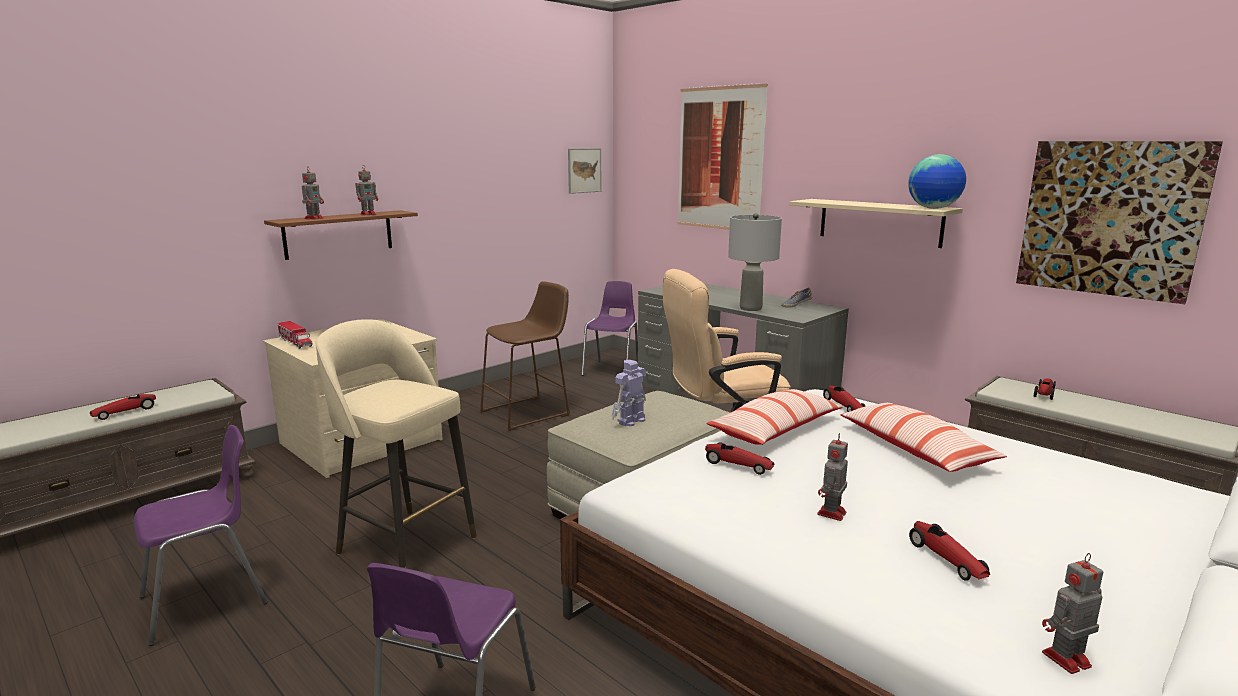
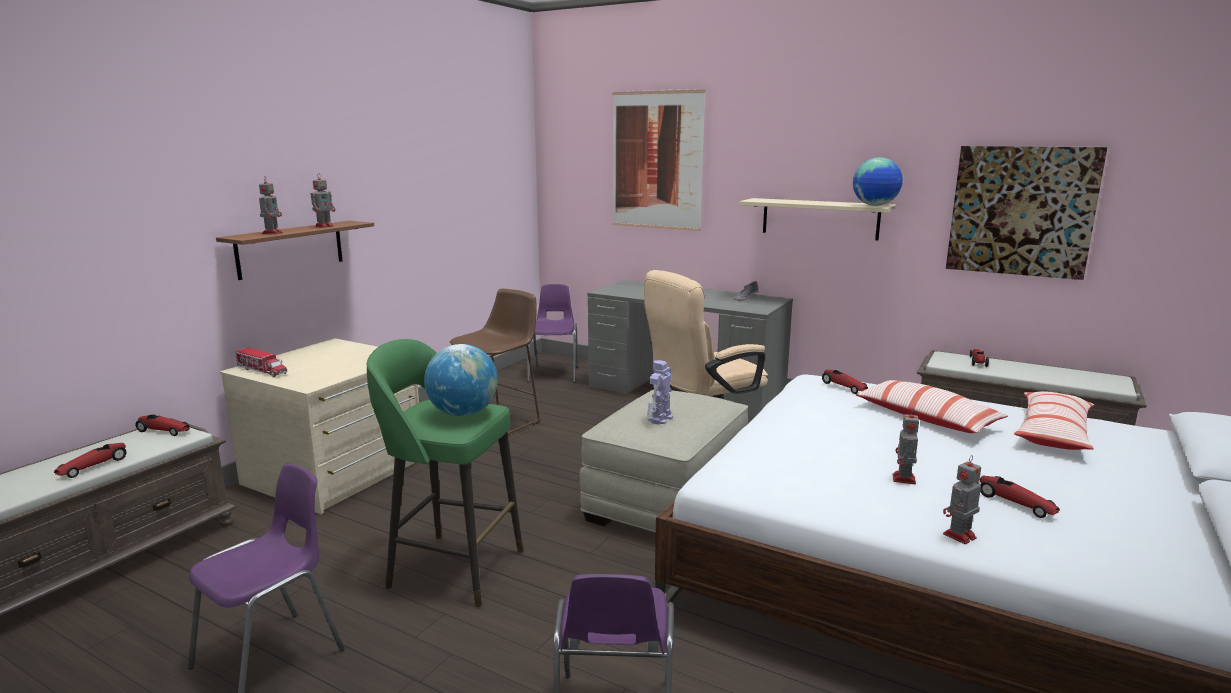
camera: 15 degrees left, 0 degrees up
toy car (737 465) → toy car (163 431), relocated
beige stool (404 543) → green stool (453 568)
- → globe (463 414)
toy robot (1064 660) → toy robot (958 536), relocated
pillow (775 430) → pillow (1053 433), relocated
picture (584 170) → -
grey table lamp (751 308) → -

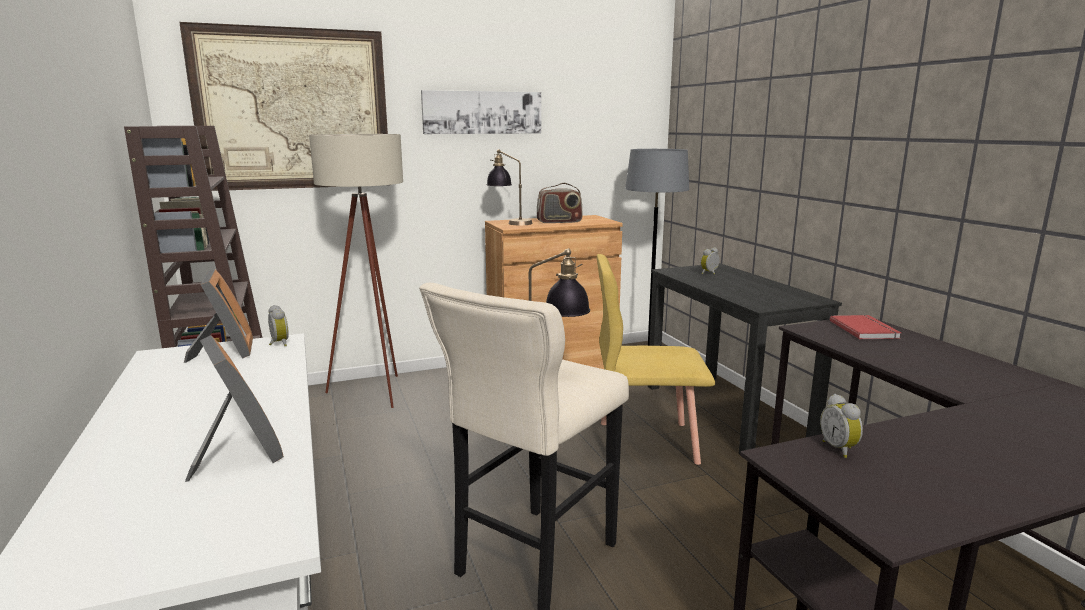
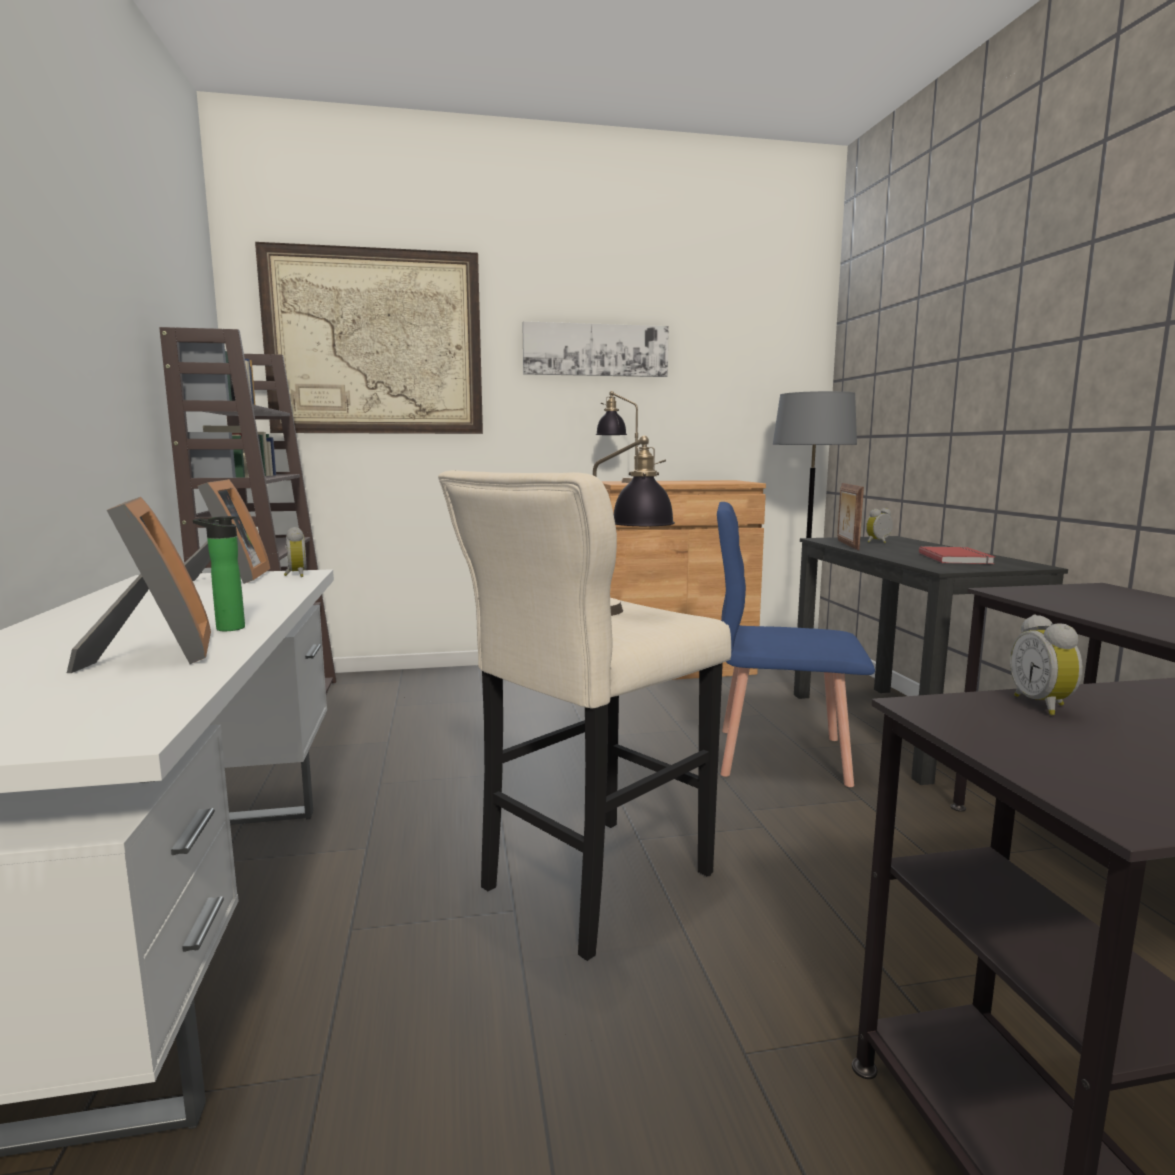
camera: 10 degrees right, 5 degrees down
- → bottle (226 628)
yellow chair (646 442) → blue chair (780 755)
- → picture frame (846 545)
red book (865 329) → red book (957 558), relocated
beige floor lamp (375 395) → -
radio (559 222) → -

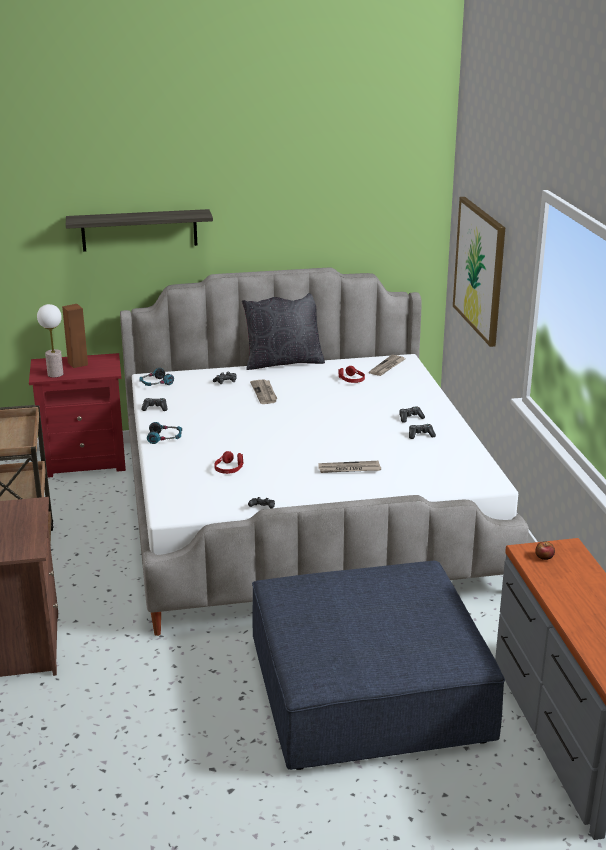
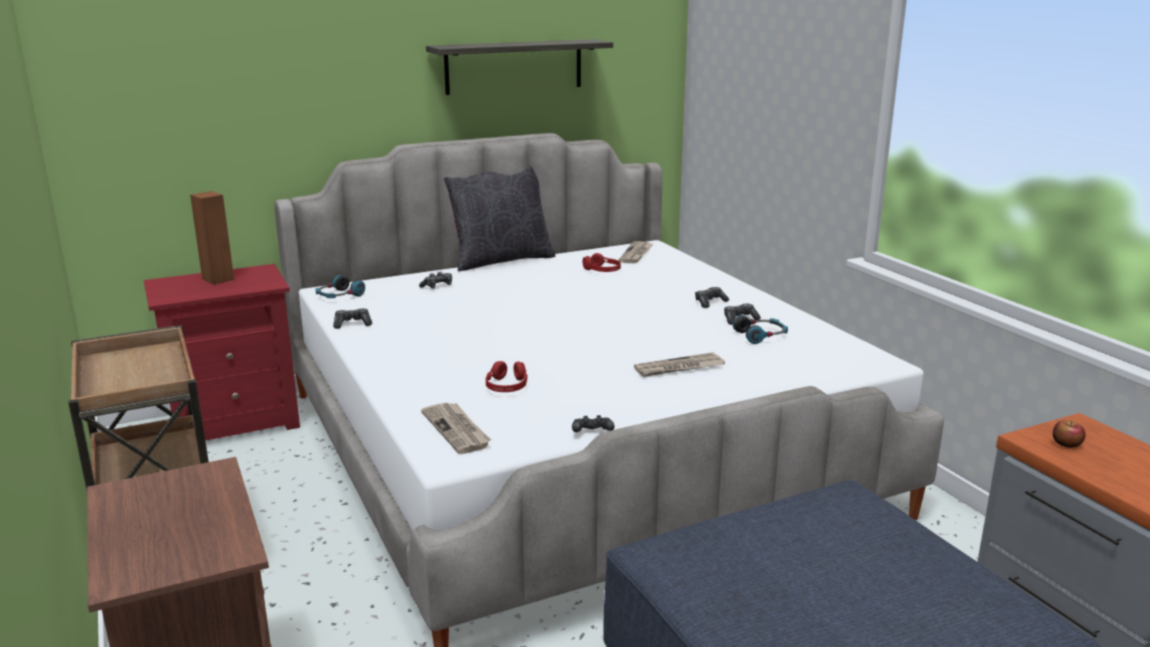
camera: 15 degrees left, 5 degrees down
newspaper (264 393) → newspaper (457 430), relocated
shelf (139 230) → shelf (514 66), relocated
headphones (165 438) → headphones (761 336), relocated
table lamp (55 374) → -
picture (479 269) → -

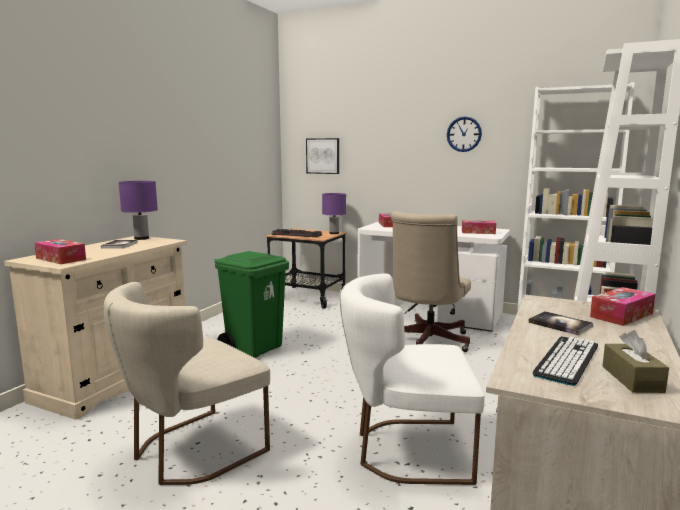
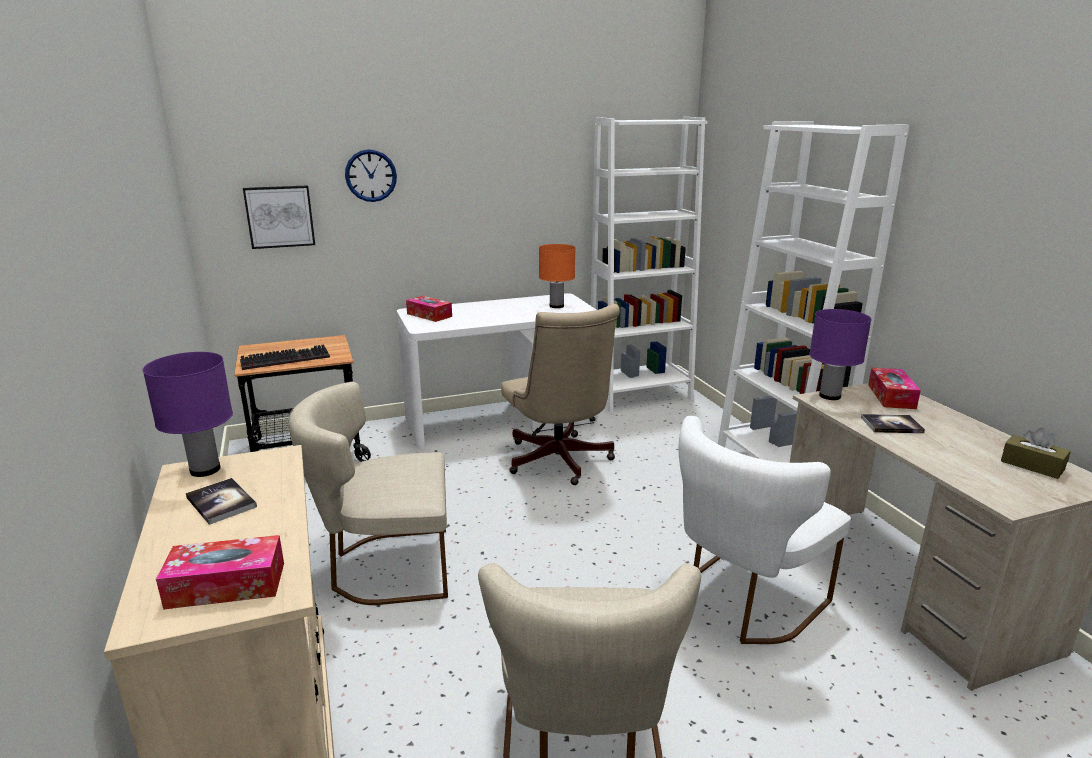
camera: 45 degrees left, 10 degrees up
green trash can (254 348) → beige chair (385 567)
wall clock (464 134) → wall clock (371 175), relocated
tissue box (478 232) → orange table lamp (556 306)
purple table lamp (334 233) → purple table lamp (829 396), relocated
keyboard (567 360) → -

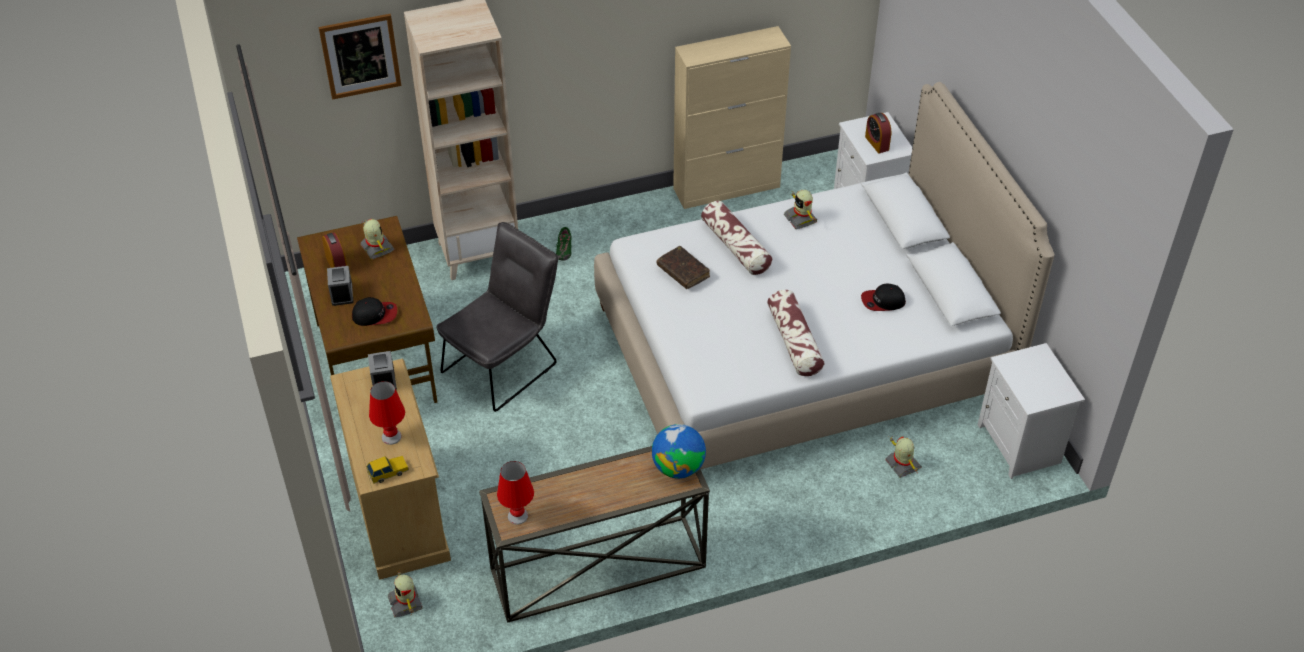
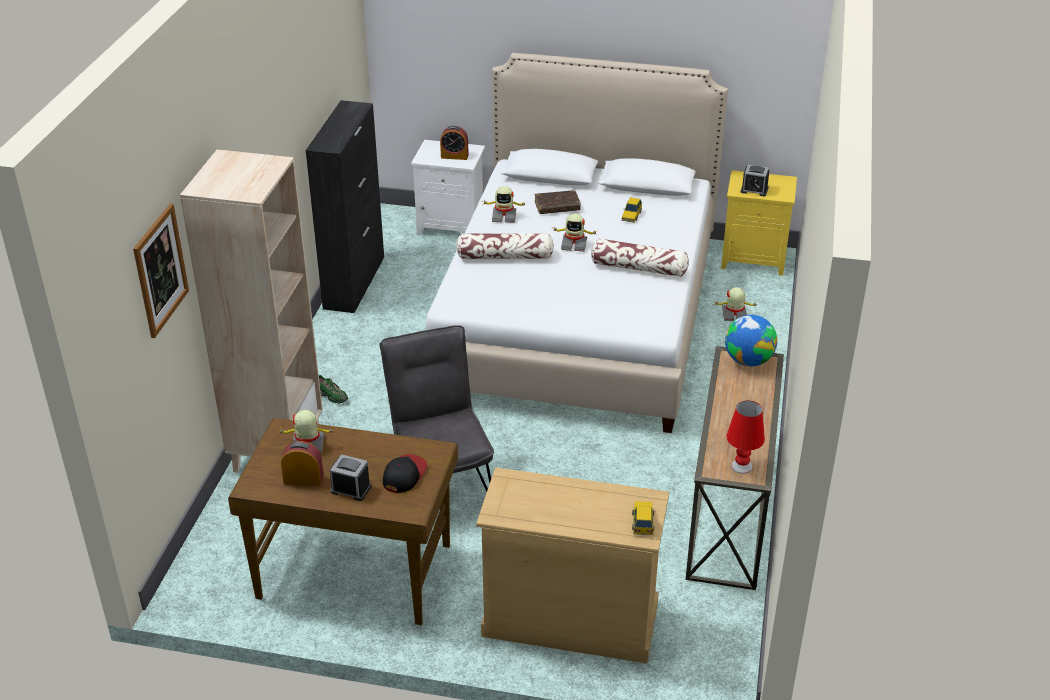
camera: 60 degrees left, 10 degrees down
beige cabinet (727 188) → black cabinet (354 282)
brown book (683 272) → brown book (557 207), relocated
toy robot (406 602) → toy robot (574 245), relocated
cap (882 301) → toy car (631 215)
white nightstand (1021 445) → yellow nightstand (754 259)
alarm clock (384 380) → alarm clock (754 190), relocated
red table lamp (391 437) → -

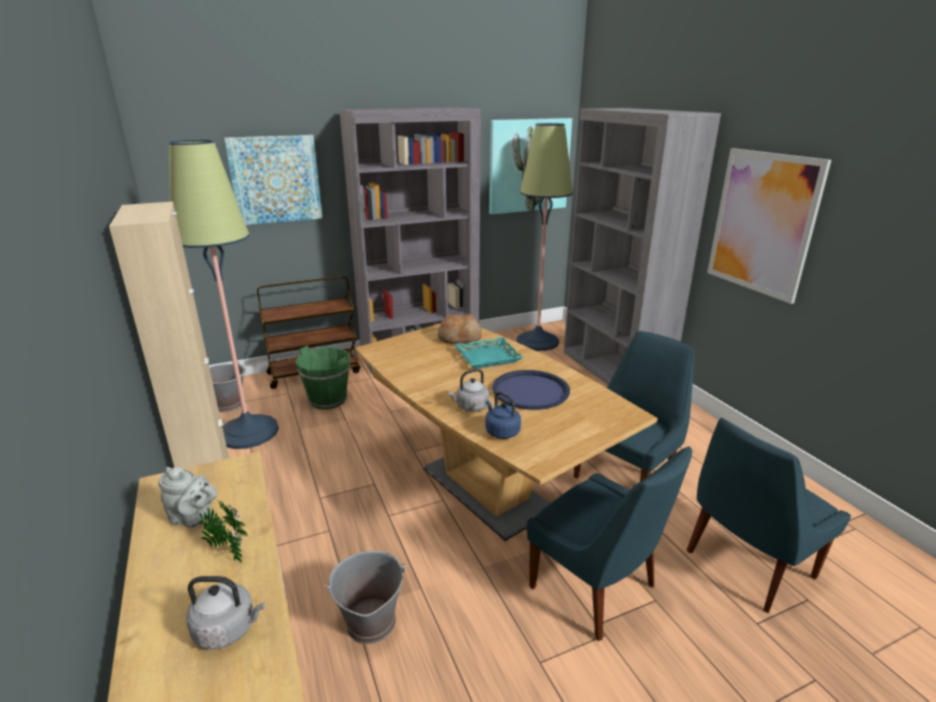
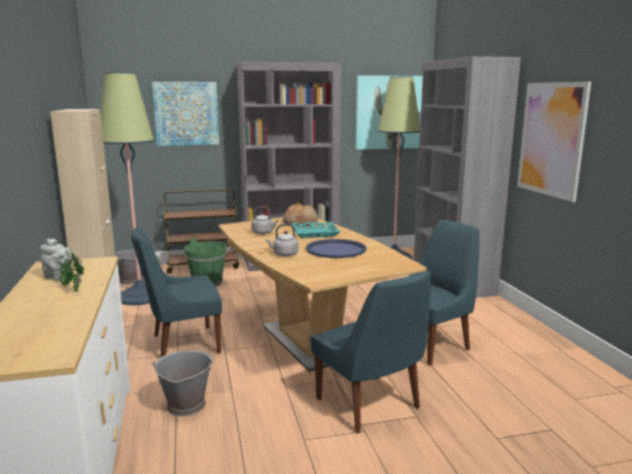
camera: 10 degrees right, 10 degrees down
blue chair (746 566) → blue chair (182 344), relocated
grey kettle (228 629) → grey kettle (264 233), relocated
blue kettle (501 431) → -

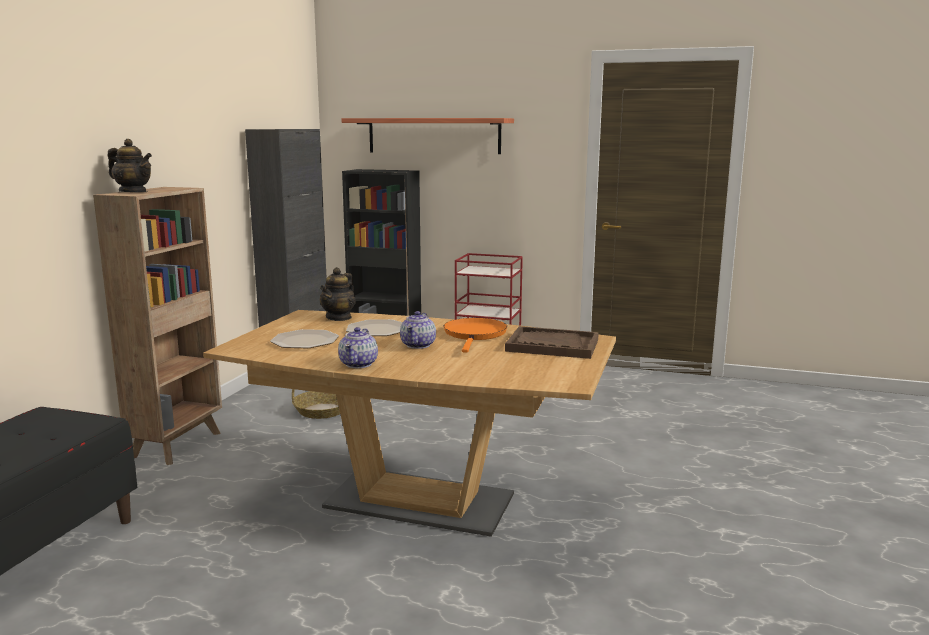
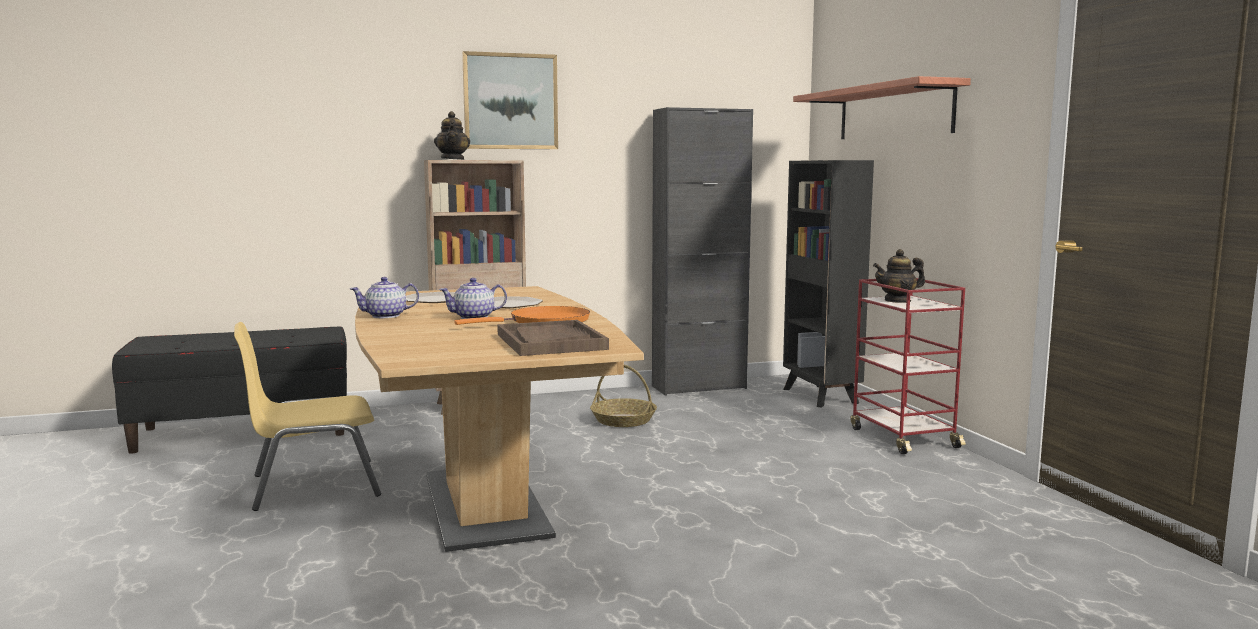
camera: 55 degrees right, 5 degrees down
- → yellow chair (313 485)
- → picture (510 101)
teapot (339 318) → teapot (898 300), relocated

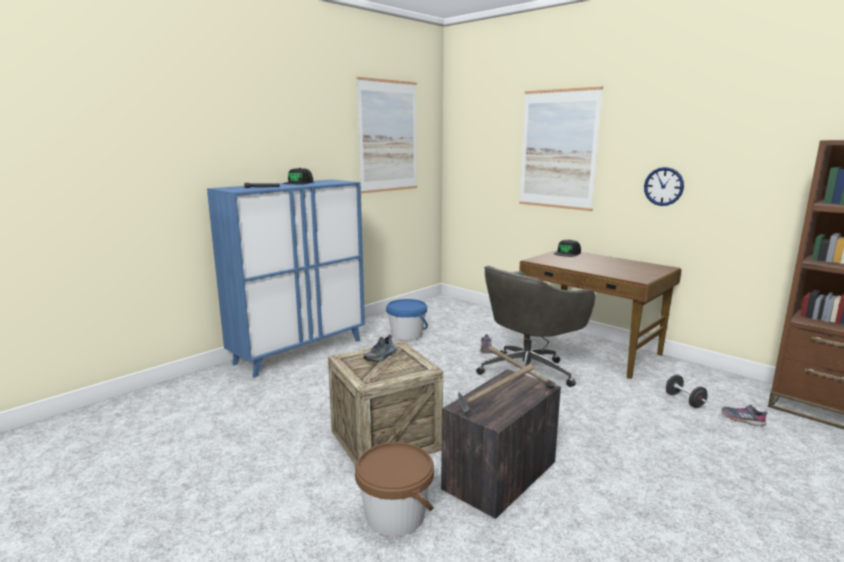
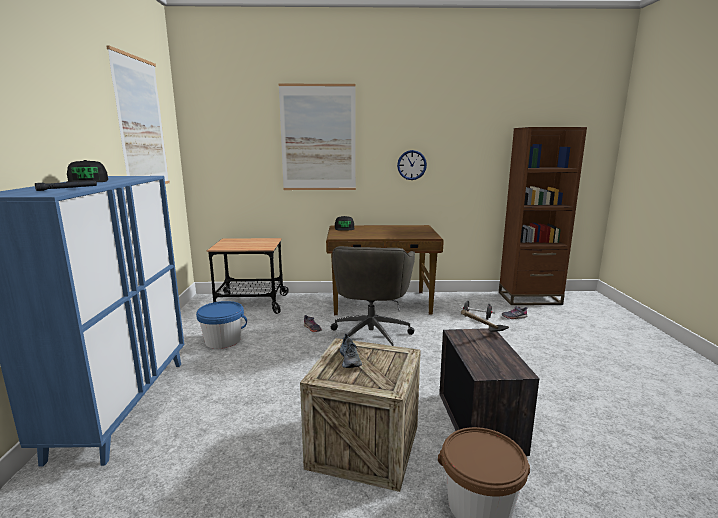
camera: 45 degrees left, 0 degrees up
- → cart (250 303)
hammer (491 409) → -

